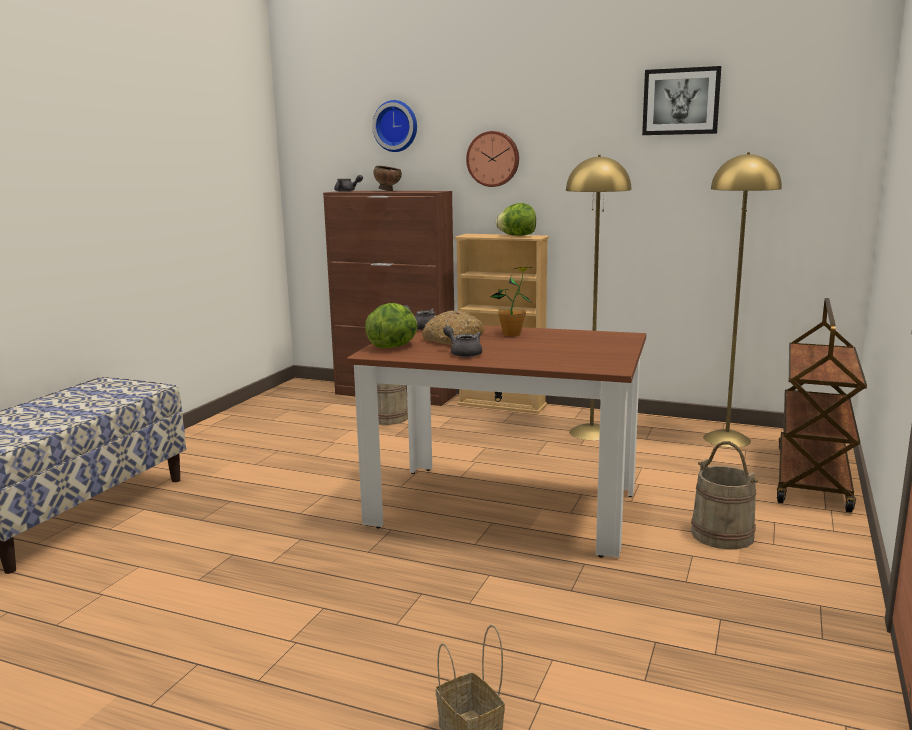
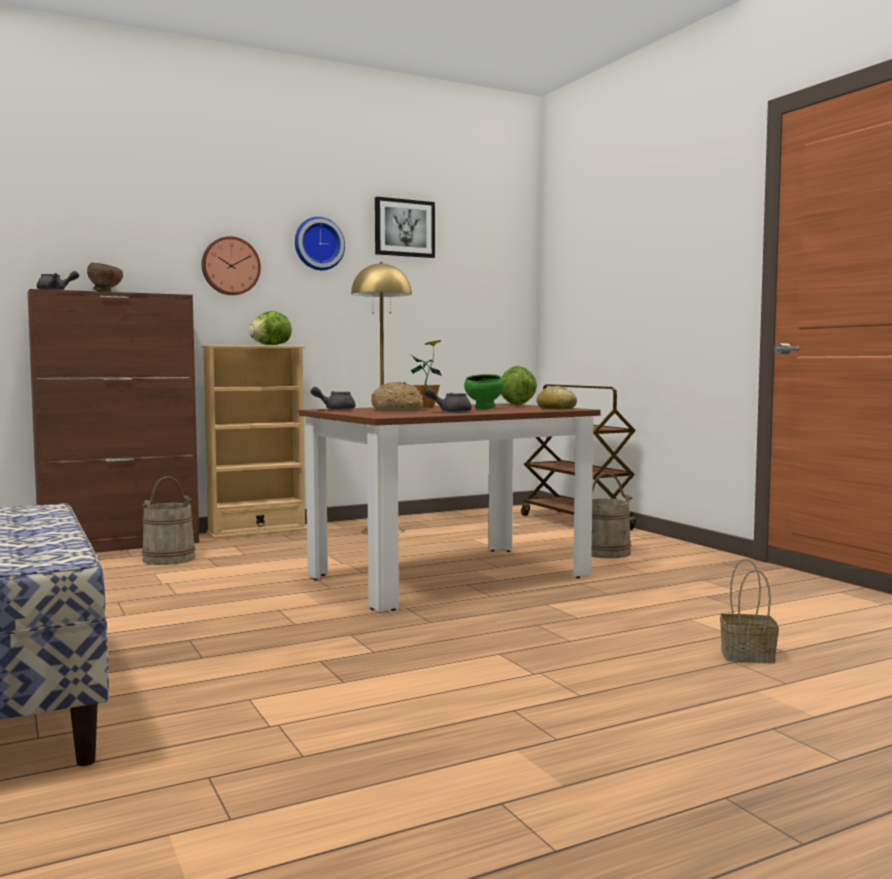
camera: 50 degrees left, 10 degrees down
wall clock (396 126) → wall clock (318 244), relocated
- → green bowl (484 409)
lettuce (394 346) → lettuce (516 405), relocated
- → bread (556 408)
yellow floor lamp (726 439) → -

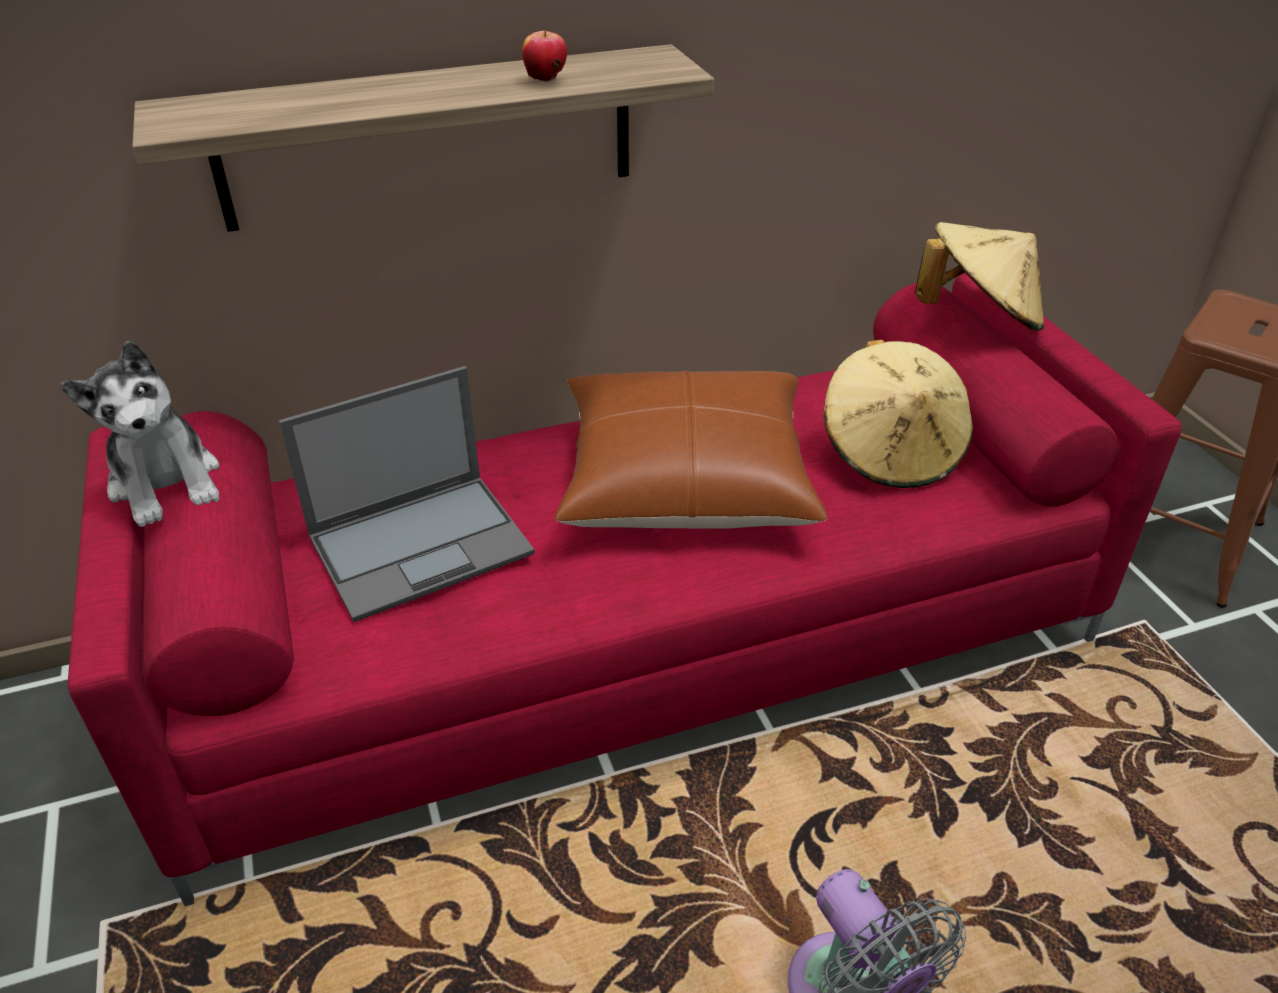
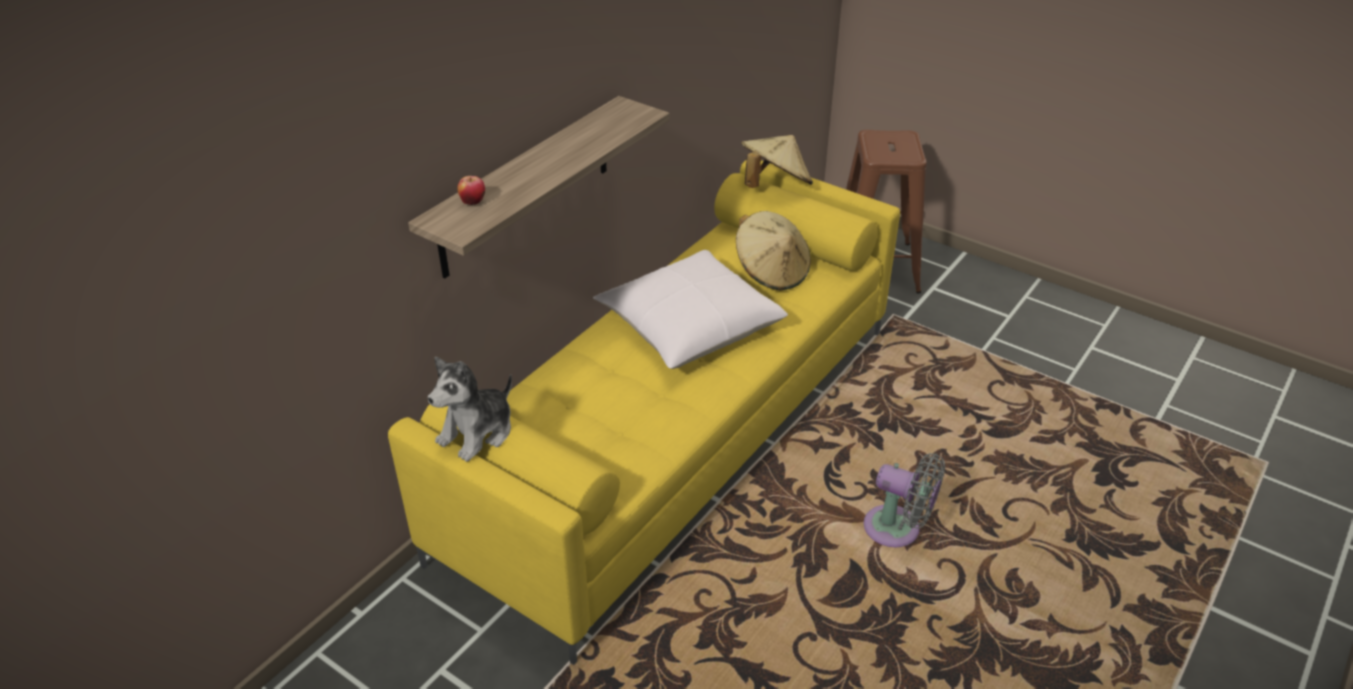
camera: 35 degrees left, 0 degrees up
red sofa (641 645) → yellow sofa (676 435)
plush toy (167 483) → plush toy (477 433), 105 degrees clockwise
apple (546 80) → apple (473 202), relocated
brown pillow (685 478) → white pillow (689 325)
laptop (423 544) → -

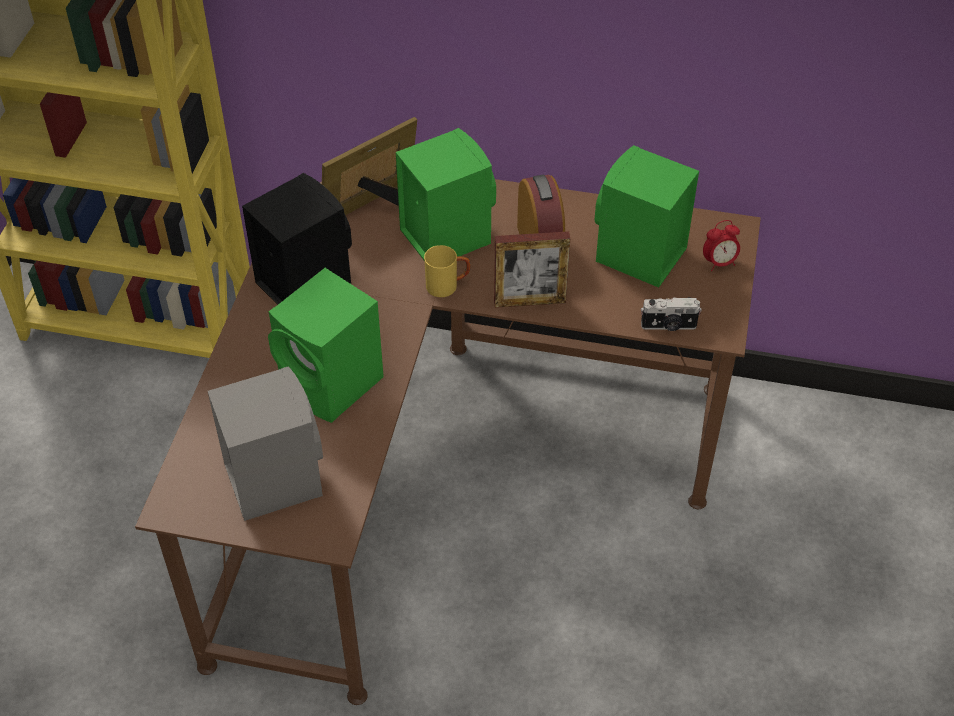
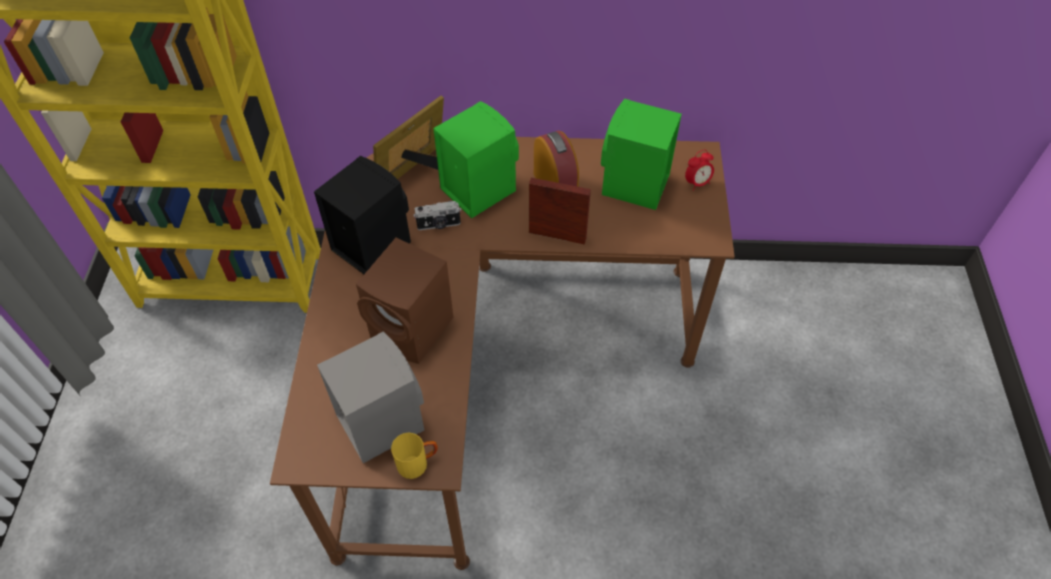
camera: 10 degrees left, 5 degrees up
green speaker (334 386) → brown speaker (414 330)
yellow mug (448 286) → yellow mug (418 463), relocated
photo camera (669 326) → photo camera (439 225), relocated
picture frame (529 301) → picture frame (557 235), 150 degrees counterclockwise

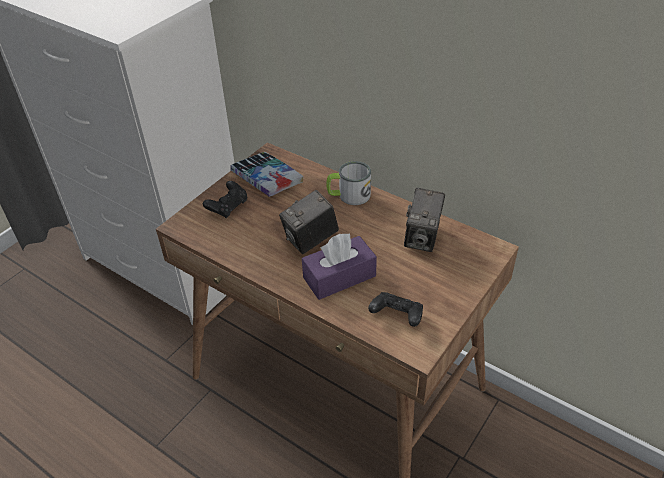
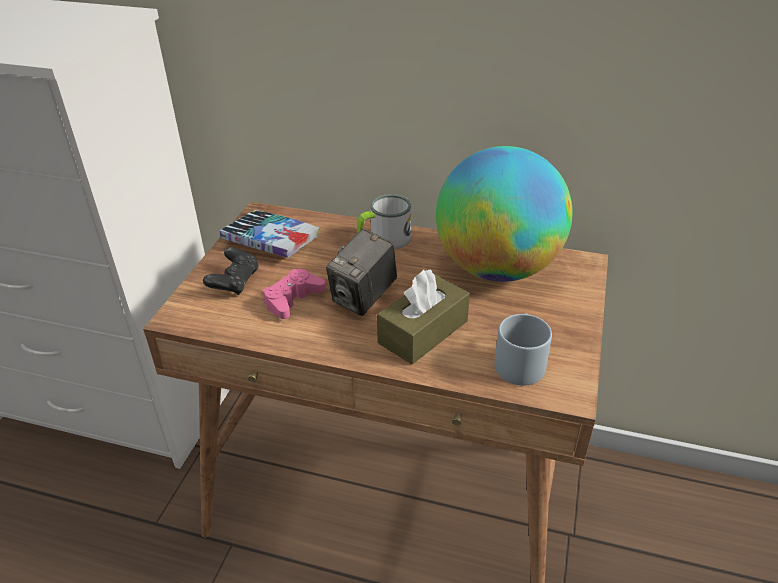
camera: 20 degrees left, 5 degrees down
- → pink game controller (292 299)
purple tissue box (339 277) → brown tissue box (423 332)
photo camera (422 238) → globe (497 268)
black game controller (397 316) → grey mug (519 360)

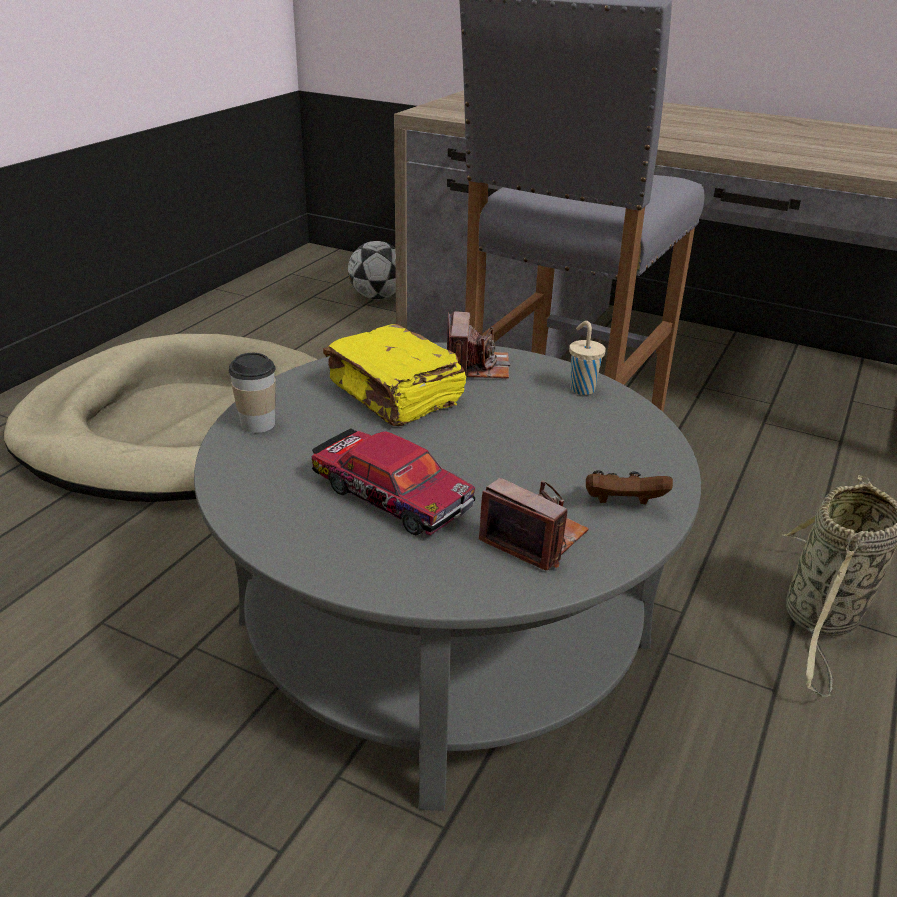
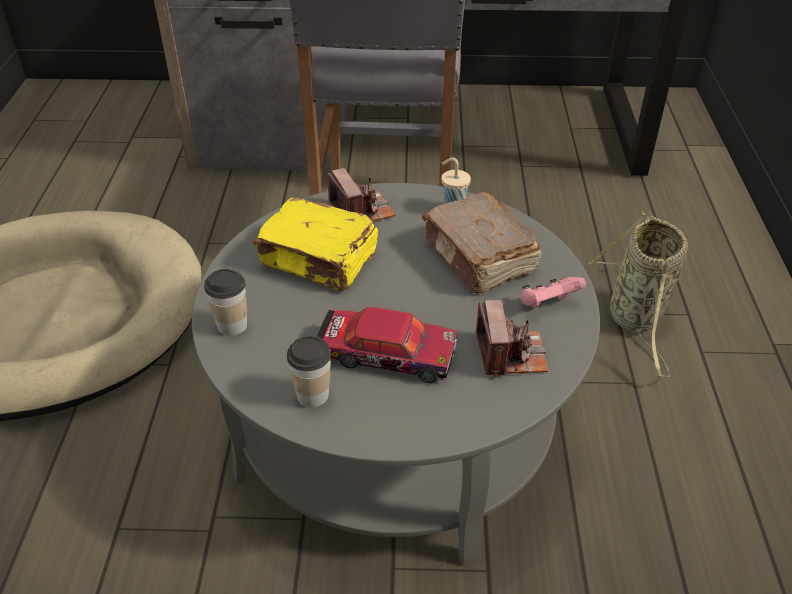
camera: 25 degrees left, 10 degrees up
- → cup (313 395)
- → brown book (479 258)
photo camera (534 538) → photo camera (510 354), 75 degrees clockwise
brown game controller (622 505) → pink game controller (547 304)
football (377 297) → -

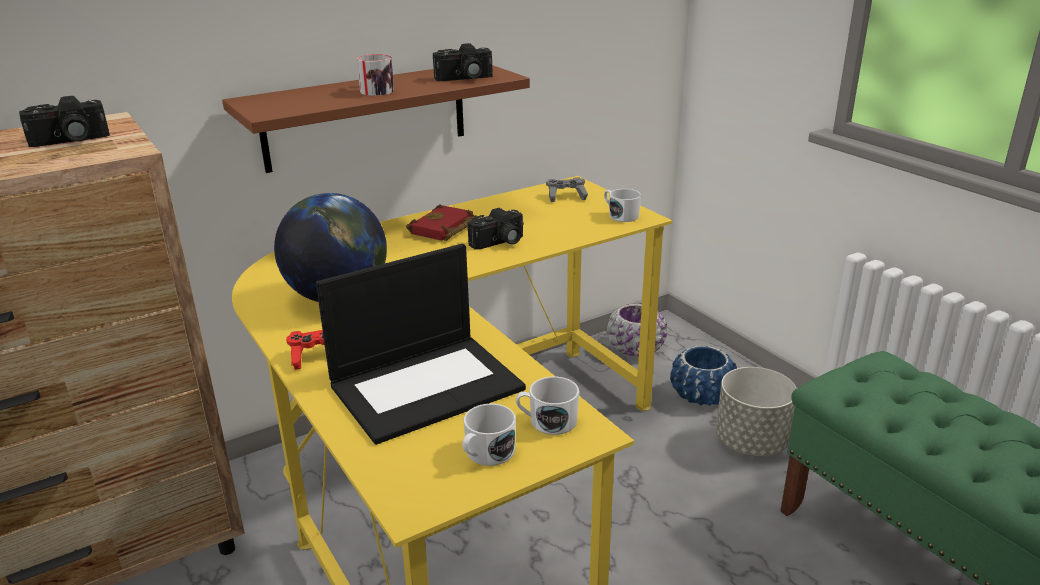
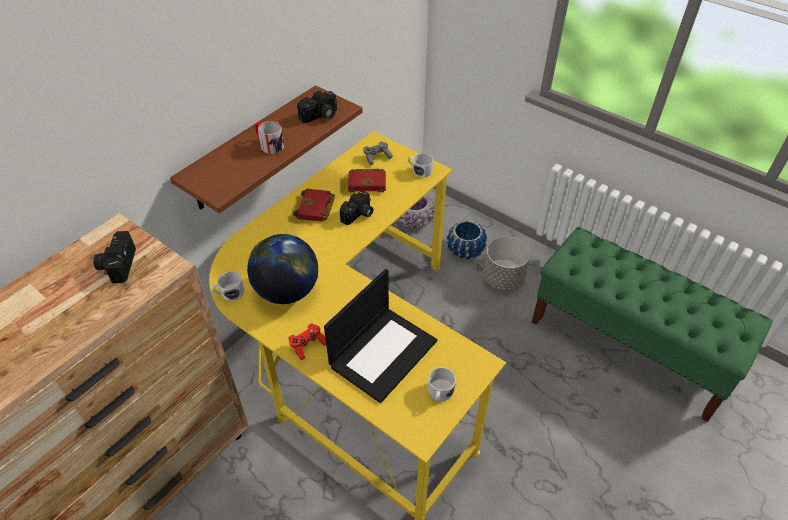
camera: 20 degrees left, 20 degrees up
photo camera (69 141) → photo camera (117 264), 135 degrees clockwise
white mug (547 422) → white mug (229 293), relocated
- → red book (368 182)

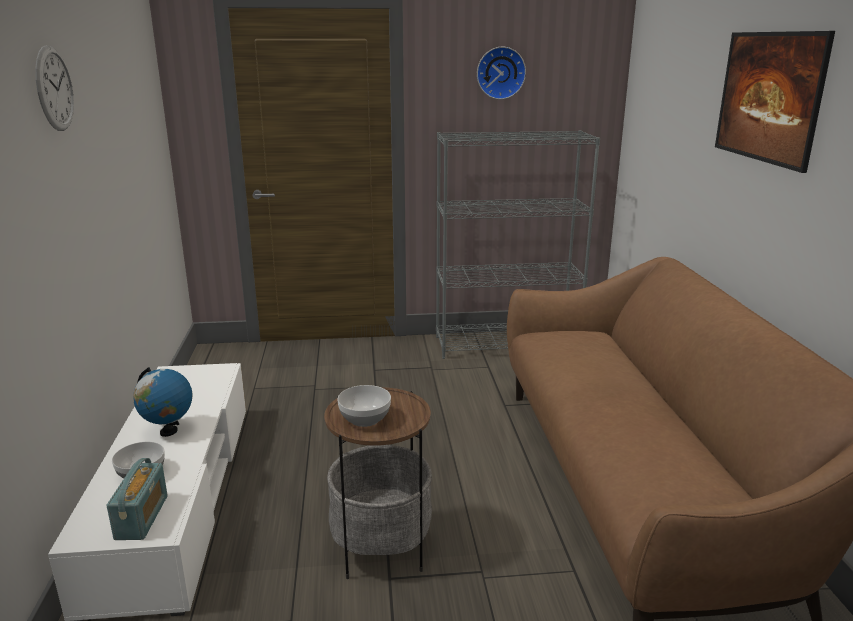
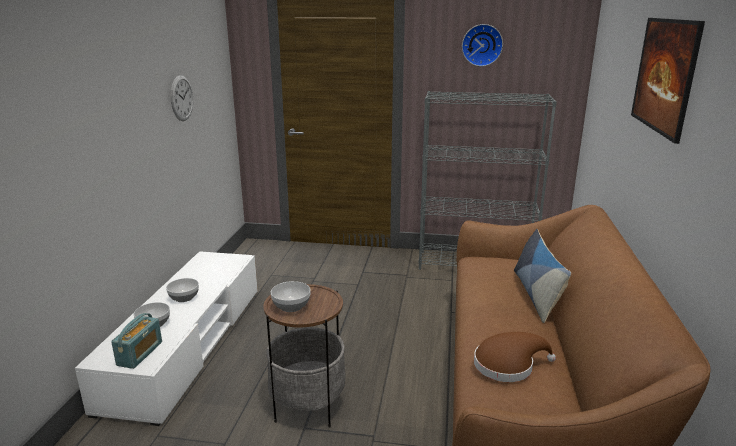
camera: 15 degrees right, 0 degrees up
globe (168 432) → bowl (184 298)
wall clock (54 89) → wall clock (181 98), relocated
- → brown hat (507 365)
- → pillow (536 295)

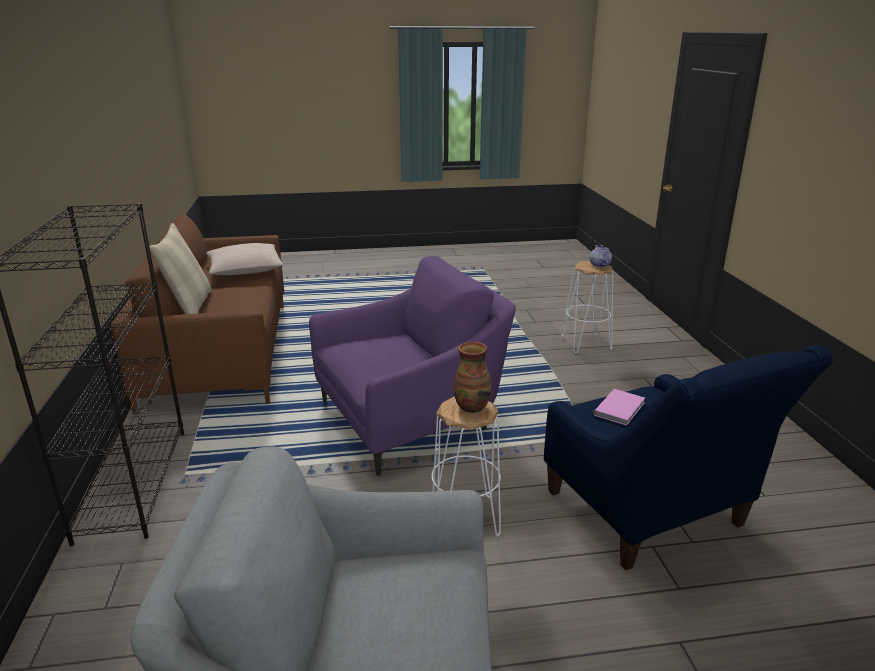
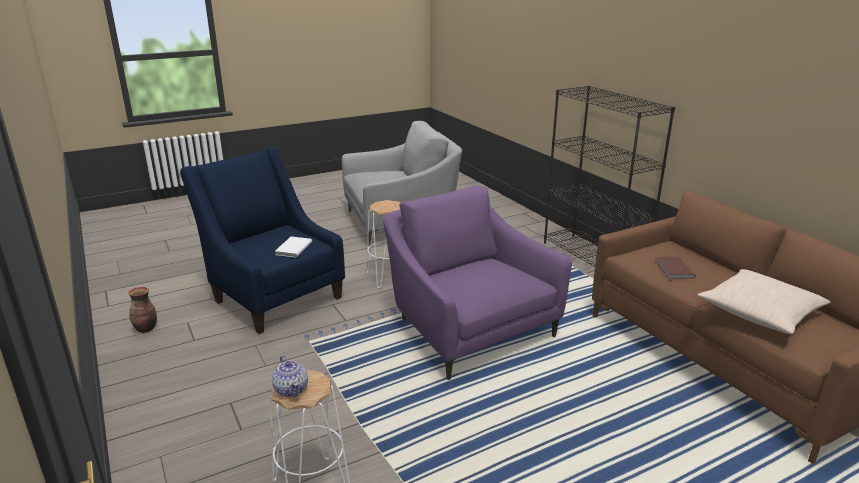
camera: 160 degrees right, 0 degrees up
vase (472 406) → vase (145 329), relocated
pink book (621 409) → white book (292 248)
purple armchair (411 418) → purple armchair (467 328), 105 degrees clockwise
- → brown book (673 269)
beige pillow (189 306) → -

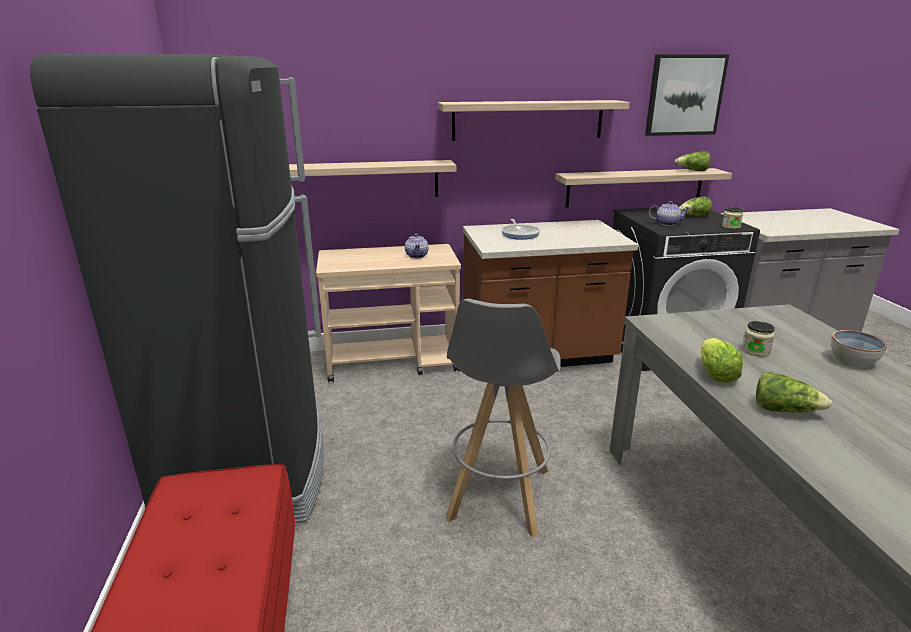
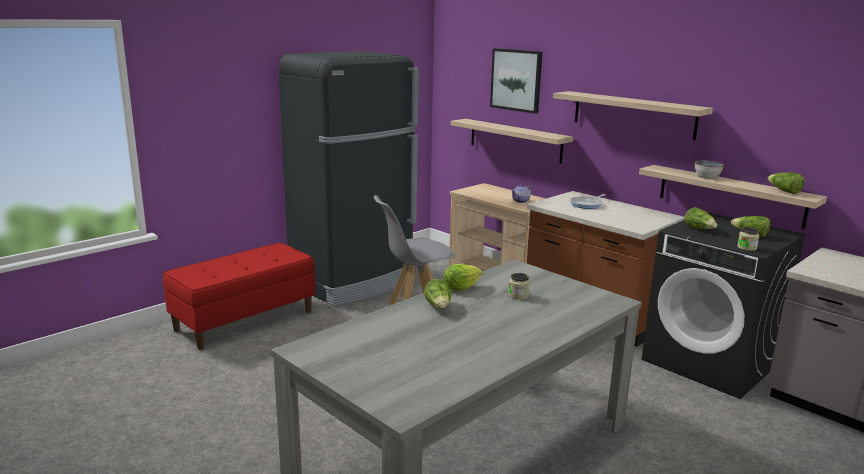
camera: 55 degrees right, 5 degrees down
picture (684 95) → picture (516 80), relocated
teapot (666 223) → lettuce (699 229)
bowl (851 361) → bowl (706 177), relocated

